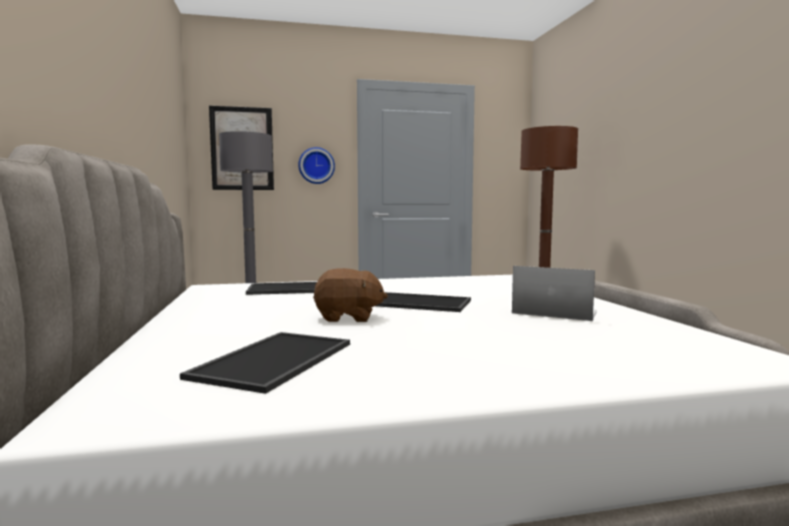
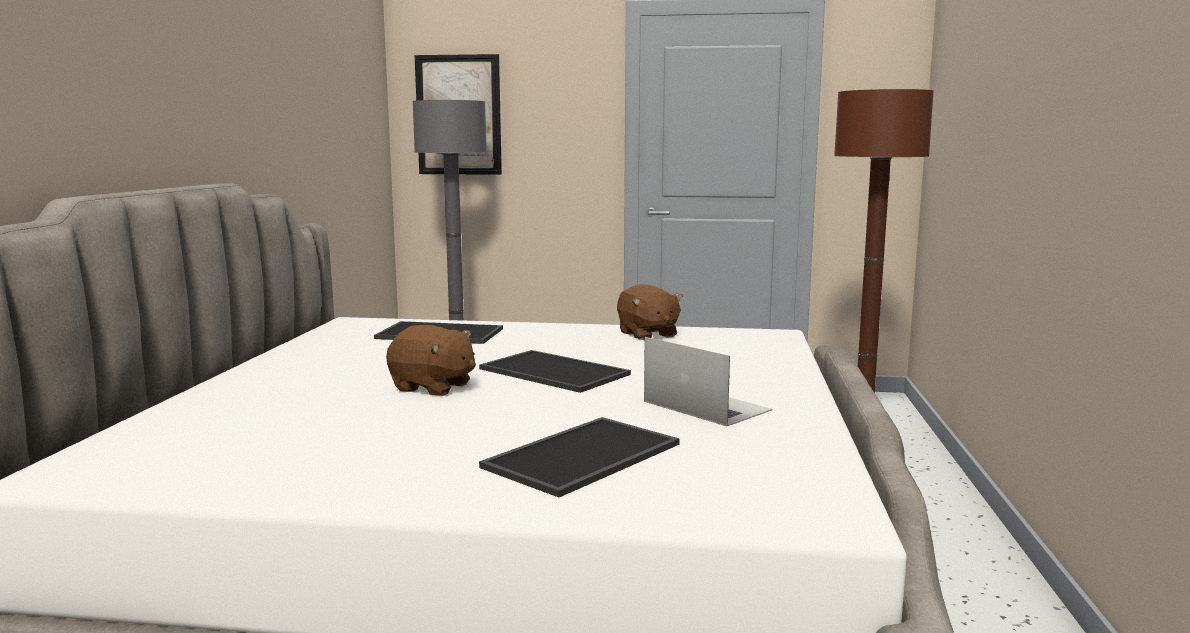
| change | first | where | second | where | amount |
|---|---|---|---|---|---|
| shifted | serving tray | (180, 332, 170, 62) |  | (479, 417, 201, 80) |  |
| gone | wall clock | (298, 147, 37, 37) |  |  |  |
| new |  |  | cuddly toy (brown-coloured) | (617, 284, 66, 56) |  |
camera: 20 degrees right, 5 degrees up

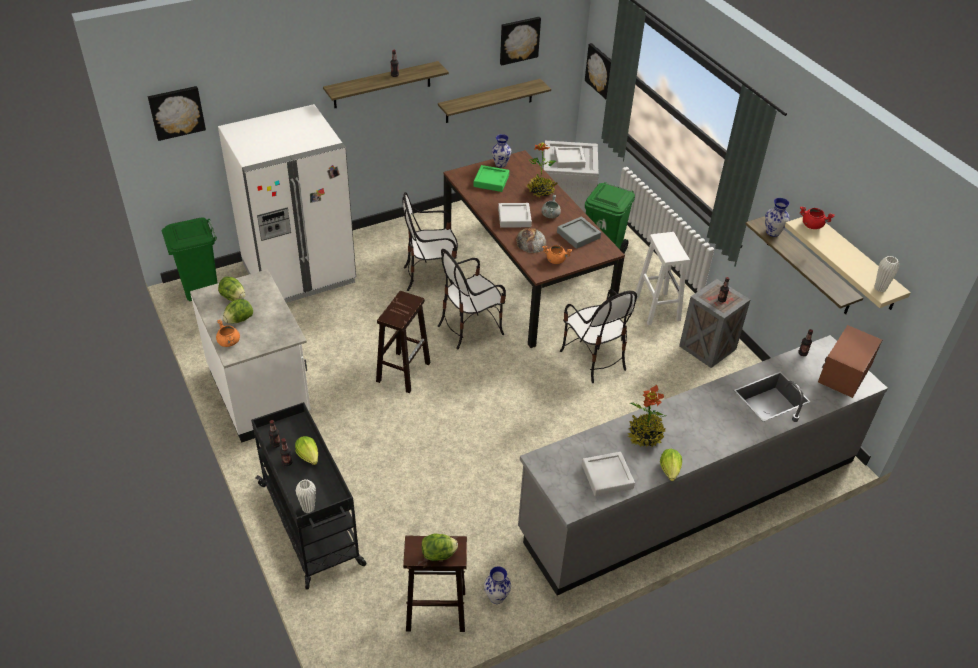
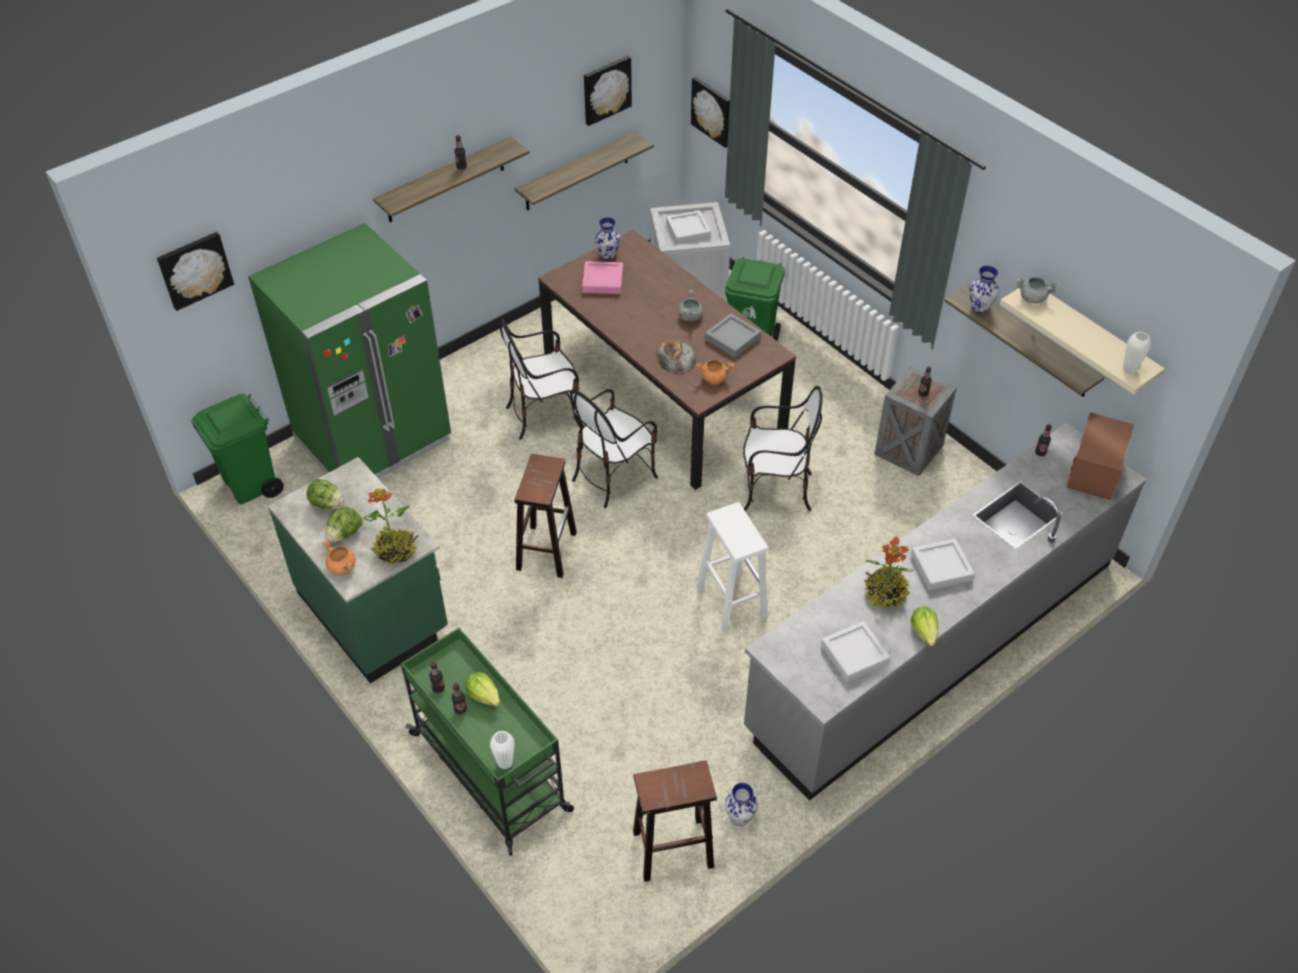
| change | first | where | second | where | amount |
|---|---|---|---|---|---|
| repainted | kitchen base unit (whitish) | (190, 269, 121, 174) | kitchen base unit (green-coloured) | (268, 457, 180, 226) |  |
| repainted | refrigerator (whitish) | (218, 104, 138, 199) | refrigerator (green-coloured) | (248, 223, 203, 256) |  |
| repainted | trolley (black) | (251, 402, 116, 188) | trolley (green-coloured) | (401, 628, 173, 228) |  |
| gone | lettuce head | (421, 533, 37, 28) |  |  |  |
| repainted | serving tray (green-coloured) | (473, 165, 36, 27) | serving tray (pink) | (582, 261, 41, 33) |  |
| shifted | serving tray (grey) | (498, 203, 34, 25) |  | (911, 539, 64, 51) |  |
| shifted | houseplant | (527, 143, 31, 54) |  | (363, 488, 55, 77) |  |
| rotated | upright chair | (560, 289, 77, 94) |  | (743, 386, 80, 125) | 45 degrees counterclockwise |
| shifted | sitting stool (whitish) | (636, 232, 54, 93) |  | (697, 502, 72, 130) |  |
| repainted | cooking pot (red-coloured) | (800, 207, 35, 22) | cooking pot (grey) | (1016, 277, 43, 27) |  |
camera: 10 degrees left, 5 degrees up

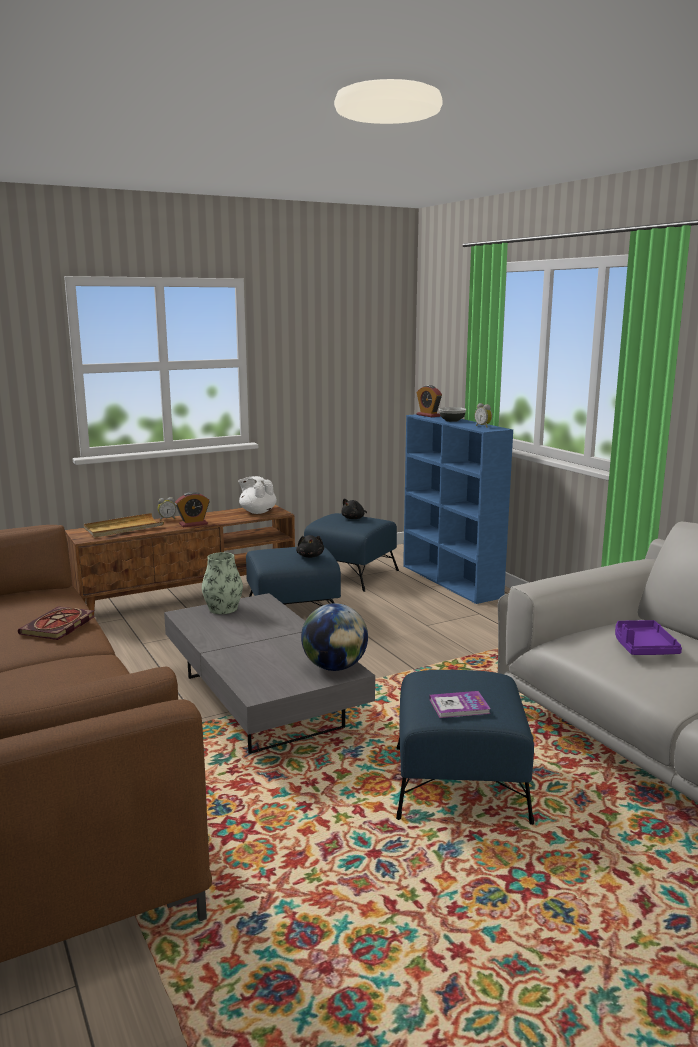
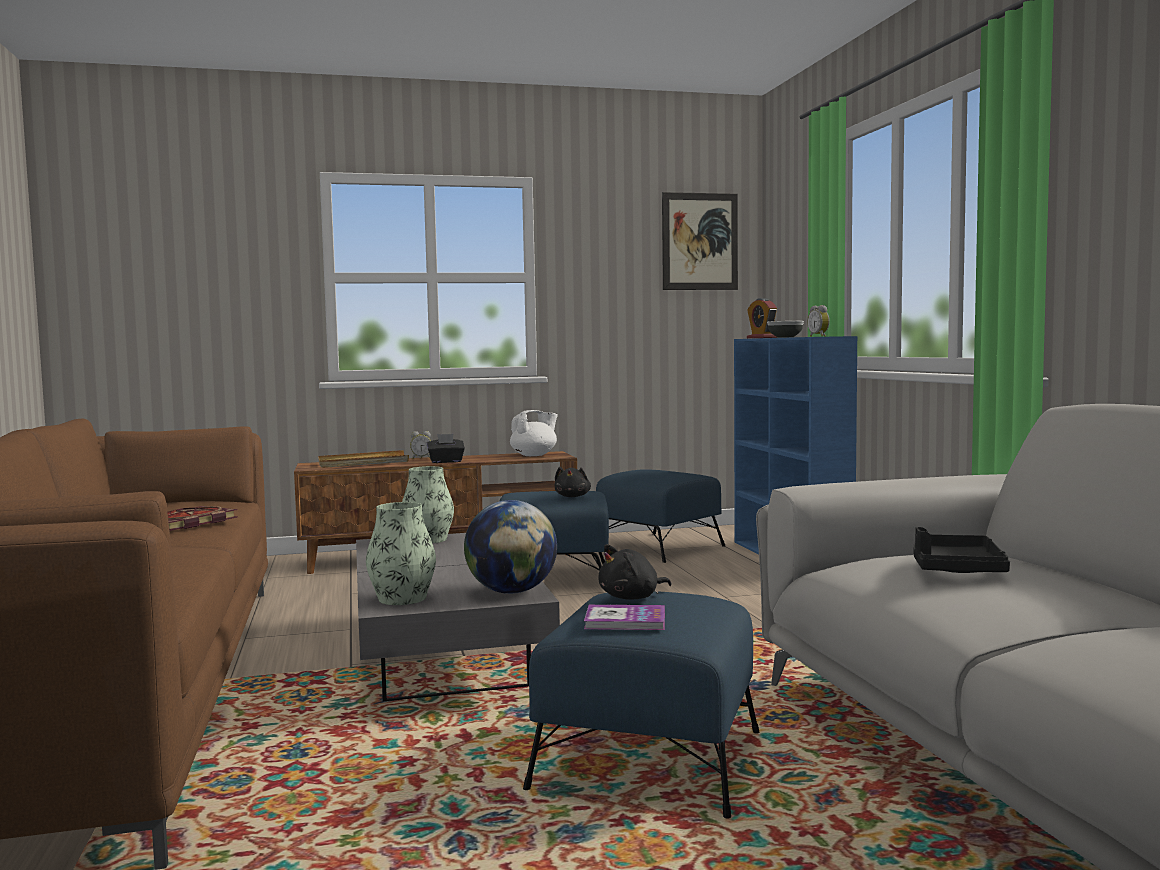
| change | first | where | second | where | amount |
|---|---|---|---|---|---|
| swapped | bedside clock | (175, 492, 35, 35) | box of tissues (black) | (427, 434, 38, 29) |  |
| rotated | pot for tea (whitish) | (238, 476, 39, 38) |  | (510, 410, 48, 46) | 90 degrees clockwise |
| shifted | cuddly toy (black) | (341, 498, 26, 21) |  | (598, 544, 73, 56) |  |
| repainted | serving tray (purplish) | (615, 620, 67, 35) | serving tray (black) | (913, 527, 97, 46) |  |
| new |  |  | vase | (366, 502, 70, 103) |  |
| new |  |  | picture | (662, 192, 76, 98) |  |
camera: 15 degrees right, 10 degrees down

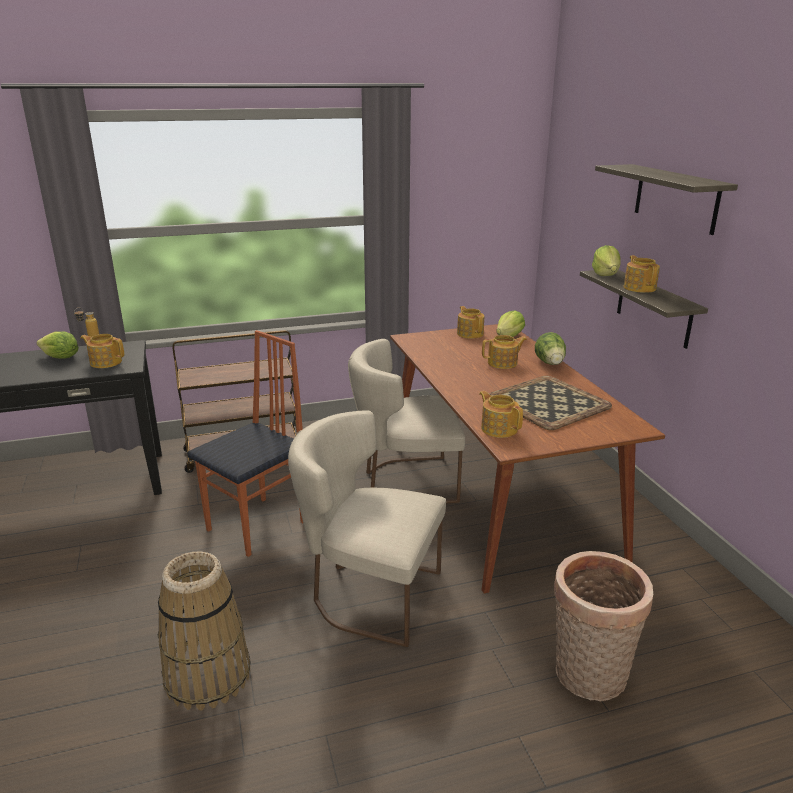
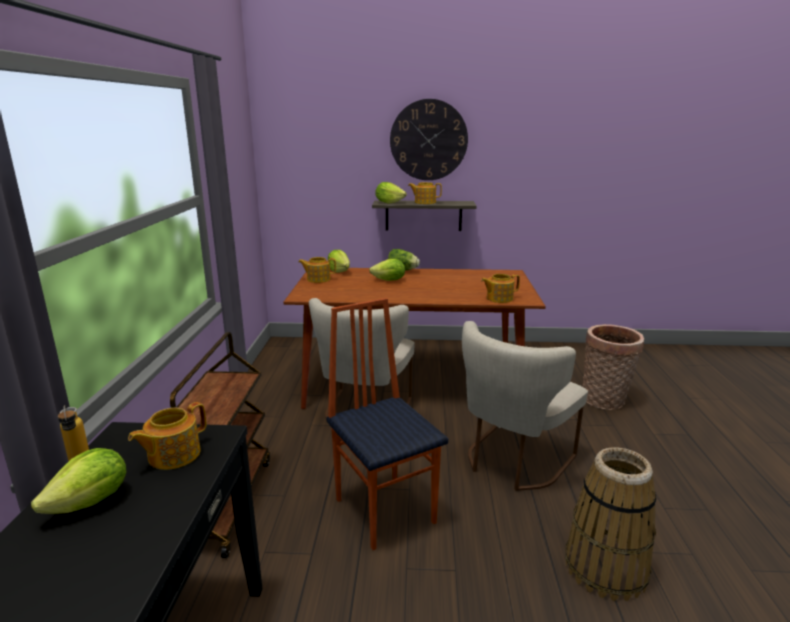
| change | first | where | second | where | amount |
|---|---|---|---|---|---|
| swapped | pot for tea | (482, 335, 45, 34) | lettuce head | (369, 259, 36, 22) |  |
| gone | serving tray | (489, 376, 123, 54) |  |  |  |
| swapped | bracket shelf | (595, 164, 143, 71) | wall clock | (390, 99, 78, 81) |  |
camera: 70 degrees left, 5 degrees down

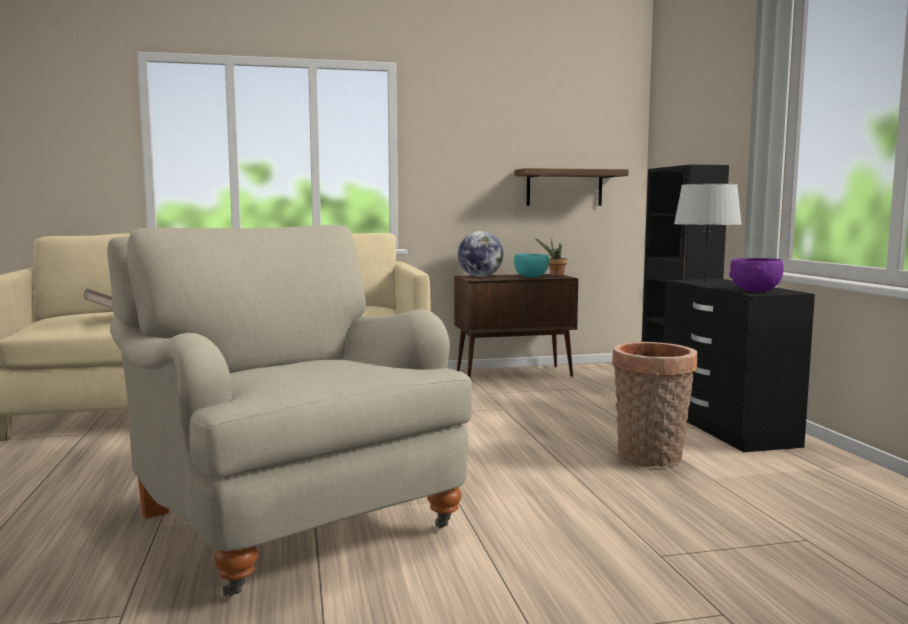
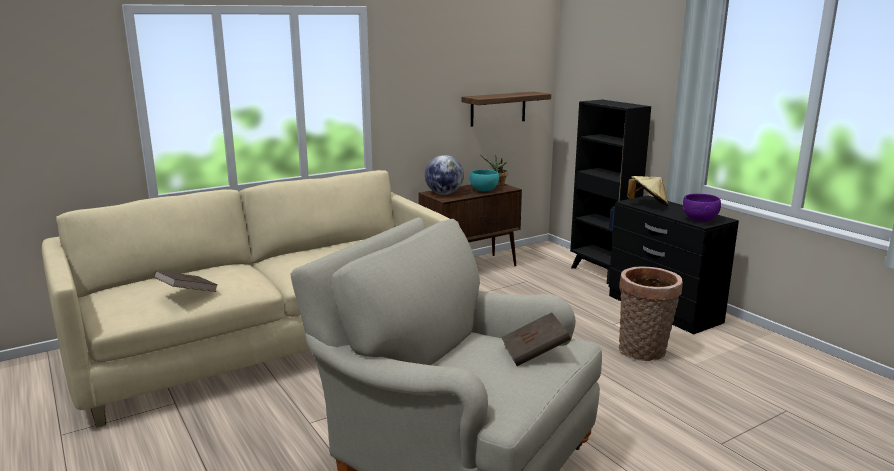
| change | first | where | second | where | amount |
|---|---|---|---|---|---|
| swapped | lamp for a table (grey) | (674, 184, 68, 98) | hat (beige-coloured) | (627, 176, 42, 30) |  |
| new |  |  | bound book (brown-coloured) | (501, 312, 70, 54) |  |
camera: 20 degrees left, 10 degrees up

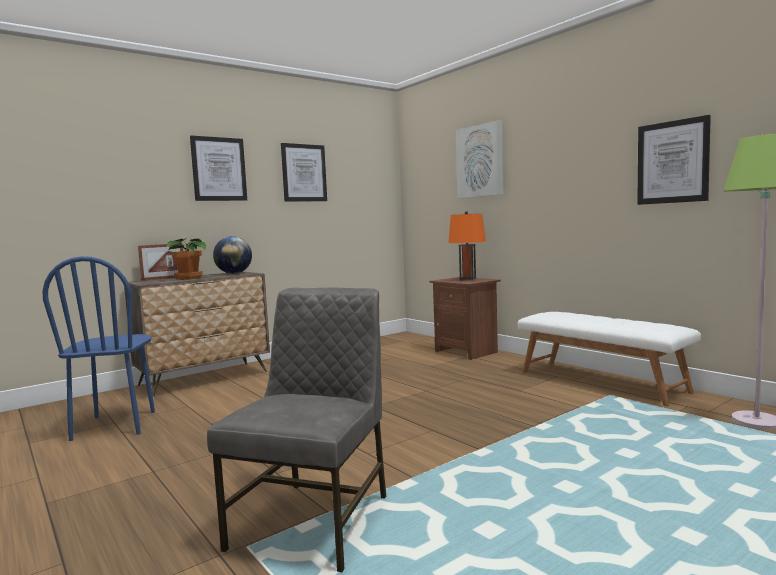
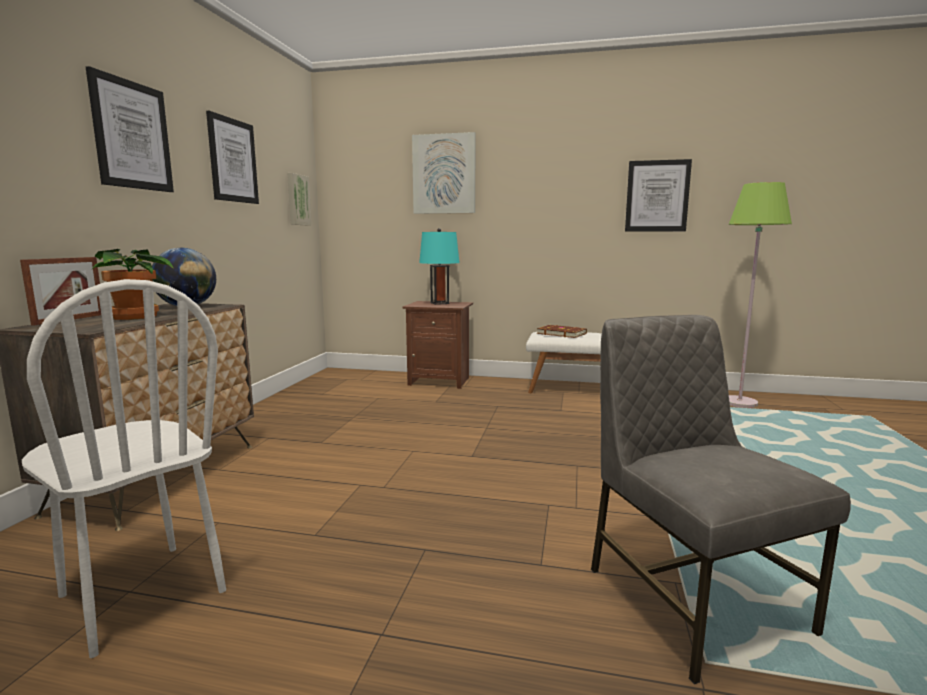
| change | first | where | second | where | amount |
|---|---|---|---|---|---|
| repainted | upright chair (blue-coloured) | (42, 256, 113, 185) | upright chair (whitish) | (22, 279, 204, 379) |  |
| repainted | lamp for a table (orangey) | (449, 211, 37, 69) | lamp for a table (turquoise-coloured) | (419, 228, 41, 77) |  |
| new |  |  | picture | (287, 173, 25, 52) |  |
| new |  |  | bound book (brown-coloured) | (536, 325, 51, 13) |  |
camera: 40 degrees left, 5 degrees up

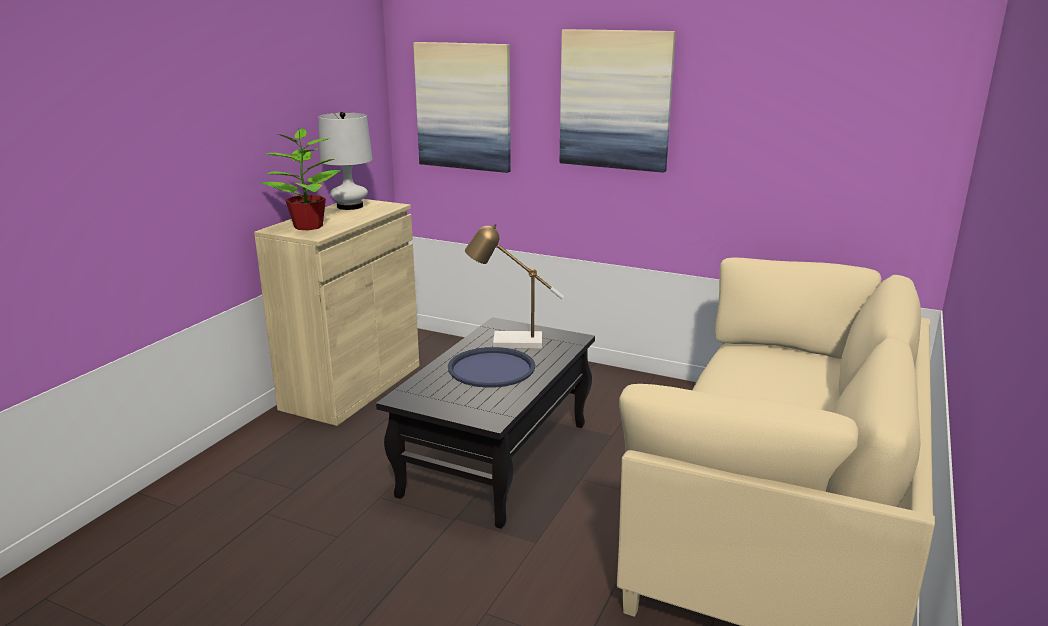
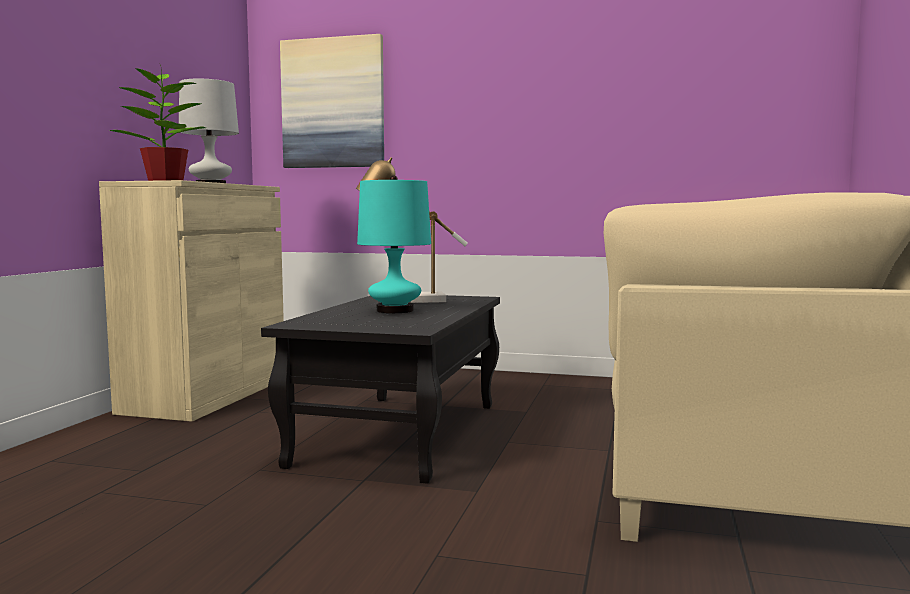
| change | first | where | second | where | amount |
|---|---|---|---|---|---|
| swapped | serving tray (blue-coloured) | (448, 347, 87, 41) | lamp for a table (turquoise-coloured) | (357, 176, 74, 137) |  |
| gone | picture | (560, 29, 116, 144) |  |  |  |
camera: 10 degrees left, 15 degrees down

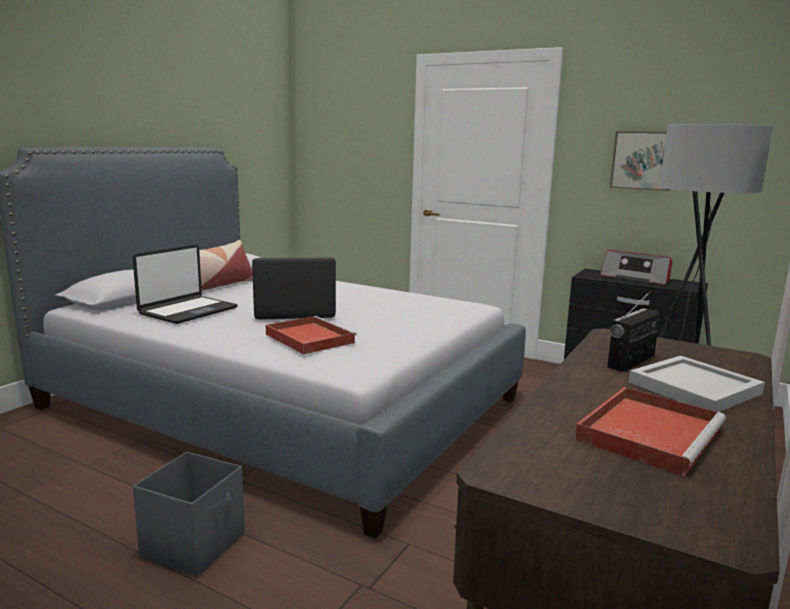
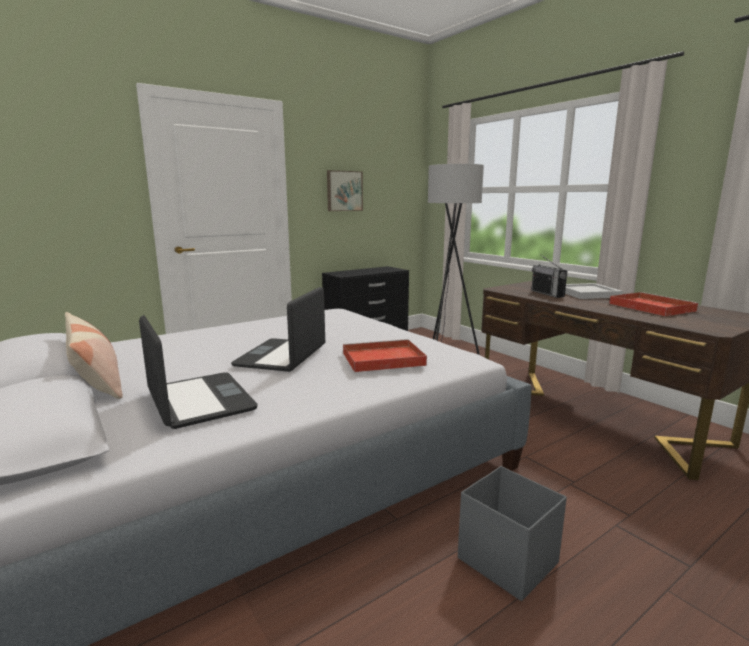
| change | first | where | second | where | amount |
|---|---|---|---|---|---|
| gone | radio set | (600, 250, 72, 35) |  |  |  |
camera: 65 degrees left, 0 degrees up

